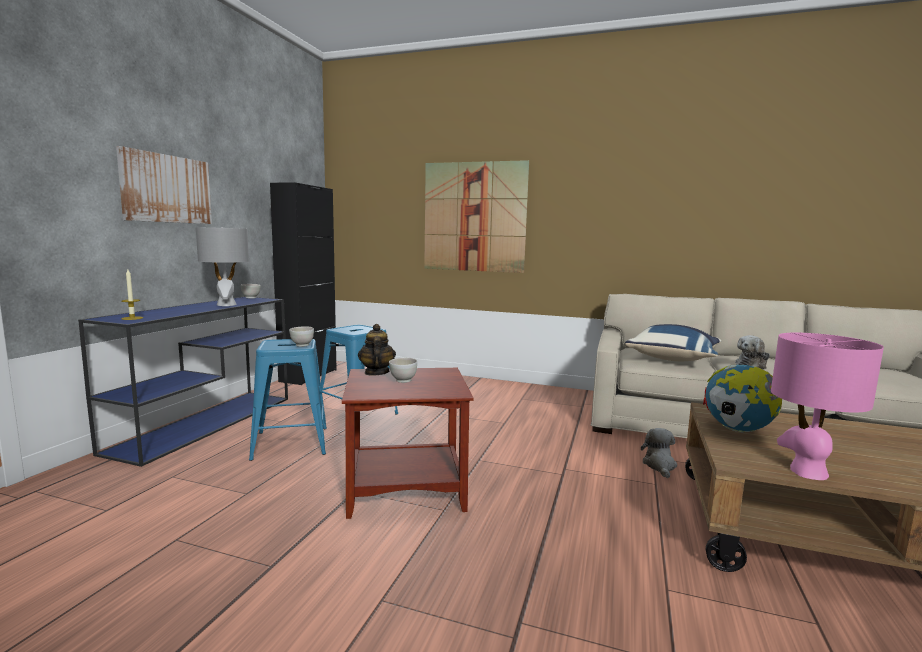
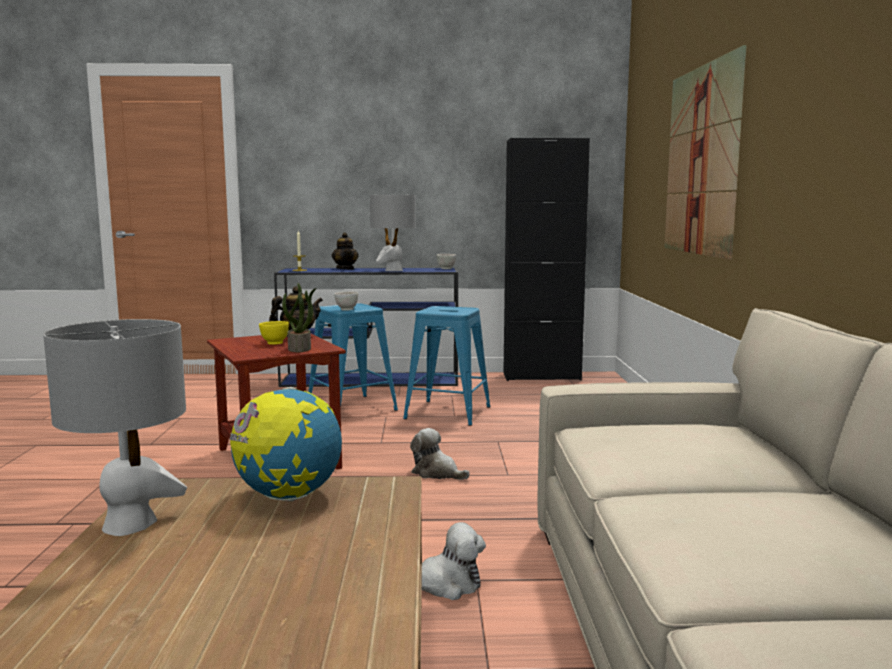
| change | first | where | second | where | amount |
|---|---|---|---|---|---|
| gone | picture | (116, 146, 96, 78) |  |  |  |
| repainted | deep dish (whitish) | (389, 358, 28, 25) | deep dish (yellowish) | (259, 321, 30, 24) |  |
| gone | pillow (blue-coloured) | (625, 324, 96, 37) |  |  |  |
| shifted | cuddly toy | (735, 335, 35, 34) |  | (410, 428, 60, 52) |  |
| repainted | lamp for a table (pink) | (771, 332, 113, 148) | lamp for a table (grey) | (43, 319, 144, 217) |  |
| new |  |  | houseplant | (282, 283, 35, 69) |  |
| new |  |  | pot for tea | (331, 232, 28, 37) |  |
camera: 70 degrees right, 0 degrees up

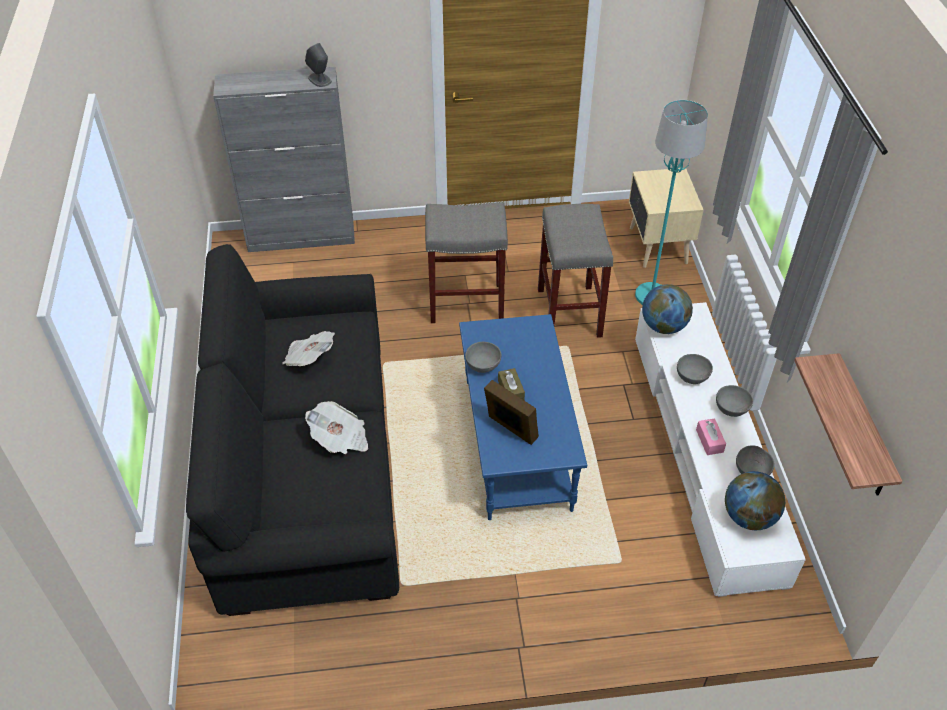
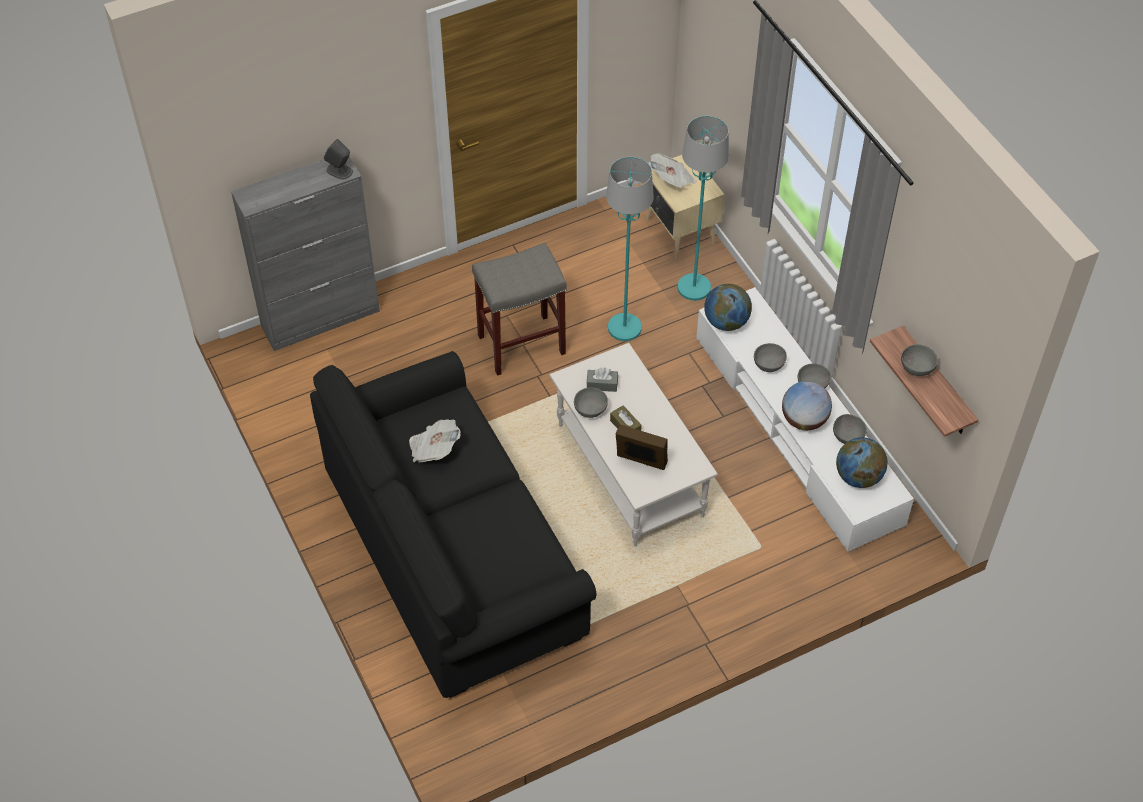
| change | first | where | second | where | amount |
|---|---|---|---|---|---|
| shifted | daily paper | (305, 401, 63, 53) |  | (648, 153, 49, 35) |  |
| repainted | low table (blue-coloured) | (459, 314, 128, 206) | low table (whitish) | (550, 343, 168, 204) |  |
| swapped | sitting stool (grey) | (538, 204, 75, 134) | floor lamp (turquoise-coloured) | (606, 157, 48, 184) |  |
| swapped | box of tissues (pink) | (696, 418, 30, 37) | world globe | (782, 381, 50, 49) |  |
| new |  |  | box of tissues (grey) | (587, 368, 31, 24) |  |
| new |  |  | deep dish (grey) | (901, 344, 37, 32) |  |
camera: 20 degrees left, 5 degrees up

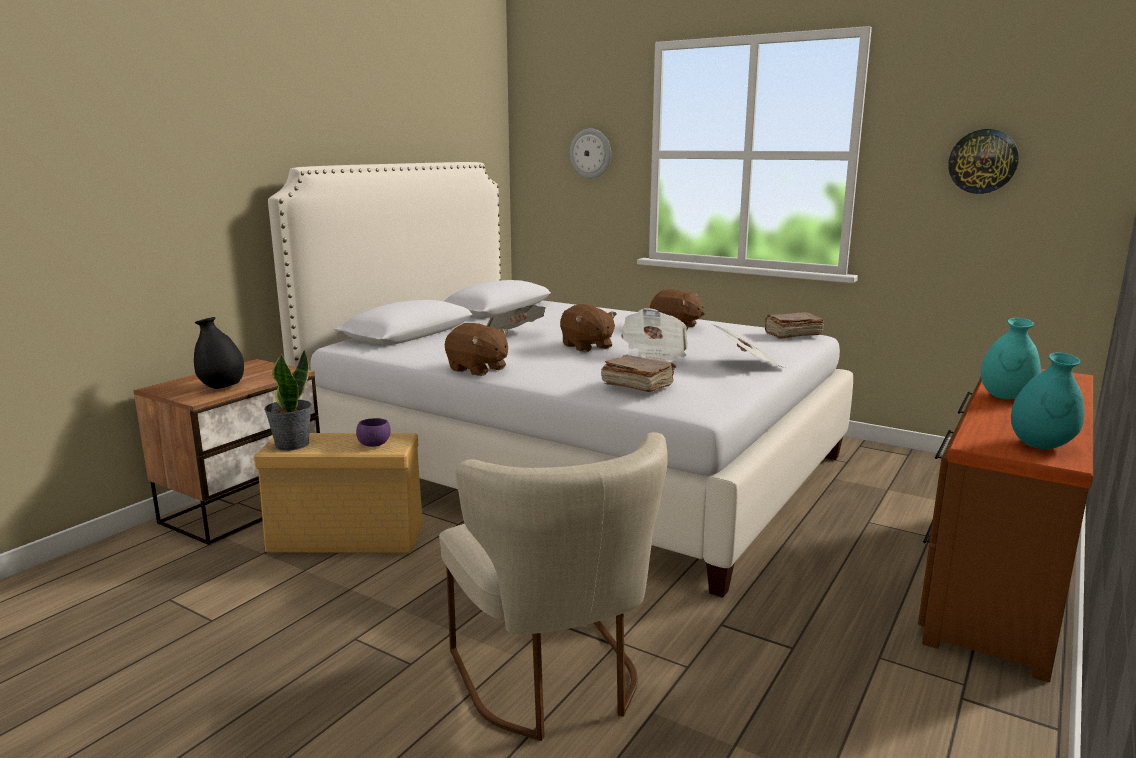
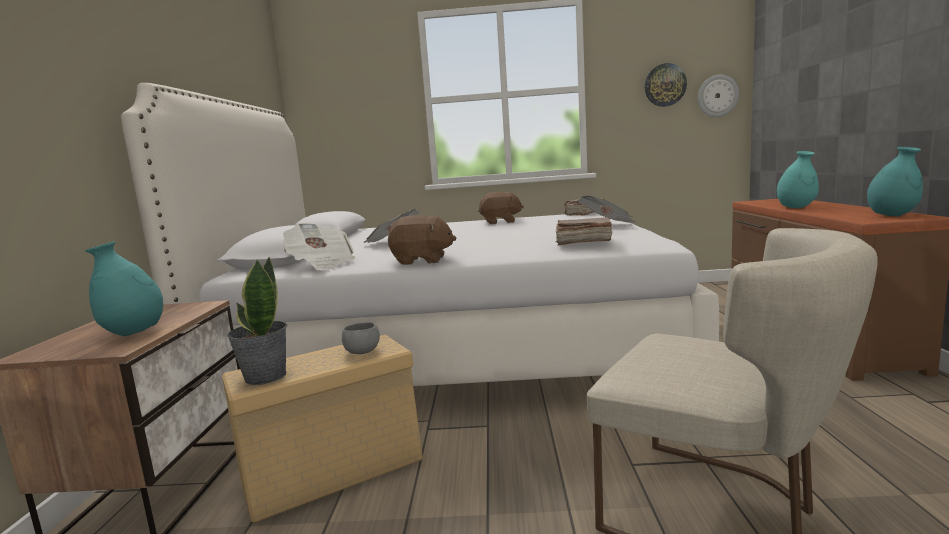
| change | first | where | second | where | amount |
|---|---|---|---|---|---|
| repainted | vase (black) | (194, 317, 50, 72) | vase (turquoise-coloured) | (85, 241, 78, 95) |  |
| repainted | deep dish (purplish) | (356, 418, 35, 29) | deep dish (grey) | (342, 322, 38, 32) |  |
| gone | cuddly toy (brown-coloured) | (560, 304, 57, 48) |  |  |  |
| shifted | wall clock | (570, 128, 41, 50) |  | (698, 75, 41, 42) |  |
| shifted | daily paper | (621, 308, 67, 53) |  | (283, 223, 72, 47) |  |
camera: 30 degrees left, 5 degrees down

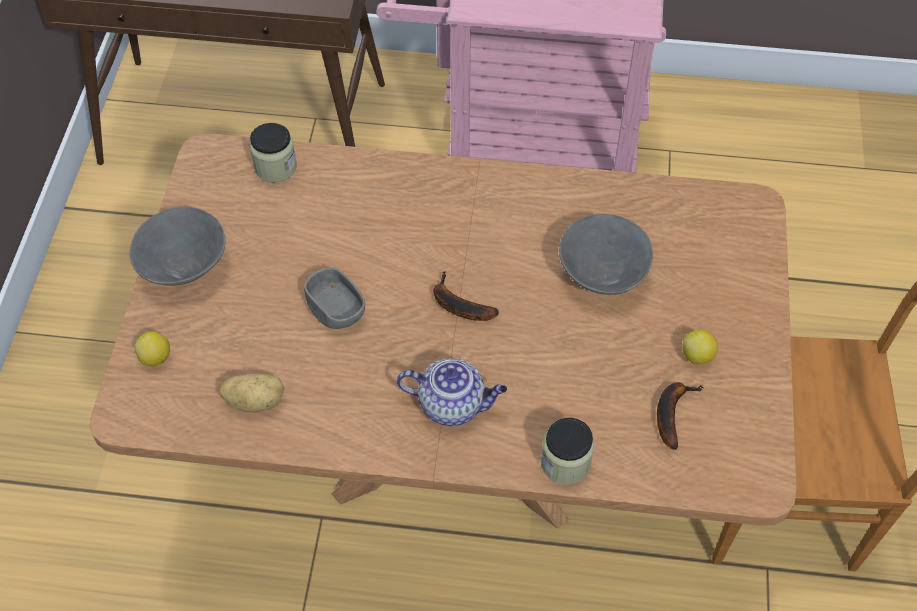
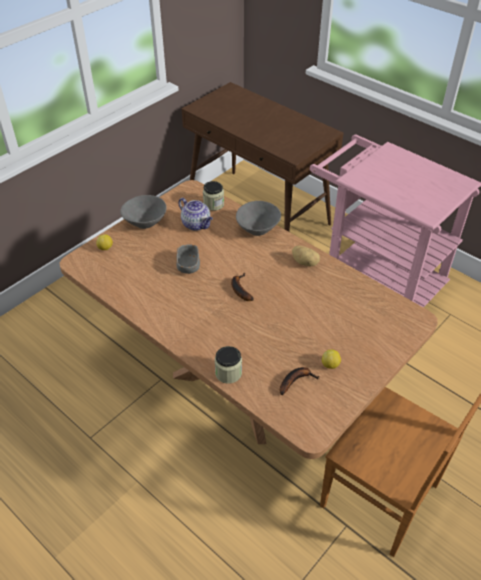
| change | first | where | second | where | amount |
|---|---|---|---|---|---|
| shifted | potato | (220, 374, 65, 38) |  | (292, 246, 28, 20) |  |
| shifted | pot for tea | (397, 358, 110, 68) |  | (178, 198, 35, 33) |  |
| shifted | deep dish (grey) | (559, 214, 94, 81) |  | (236, 201, 45, 35) |  |
camera: 35 degrees right, 10 degrees down

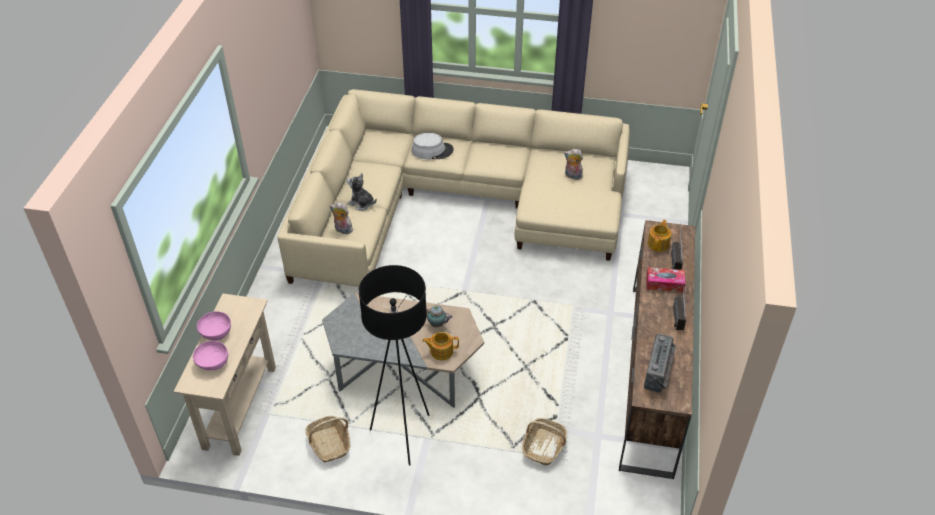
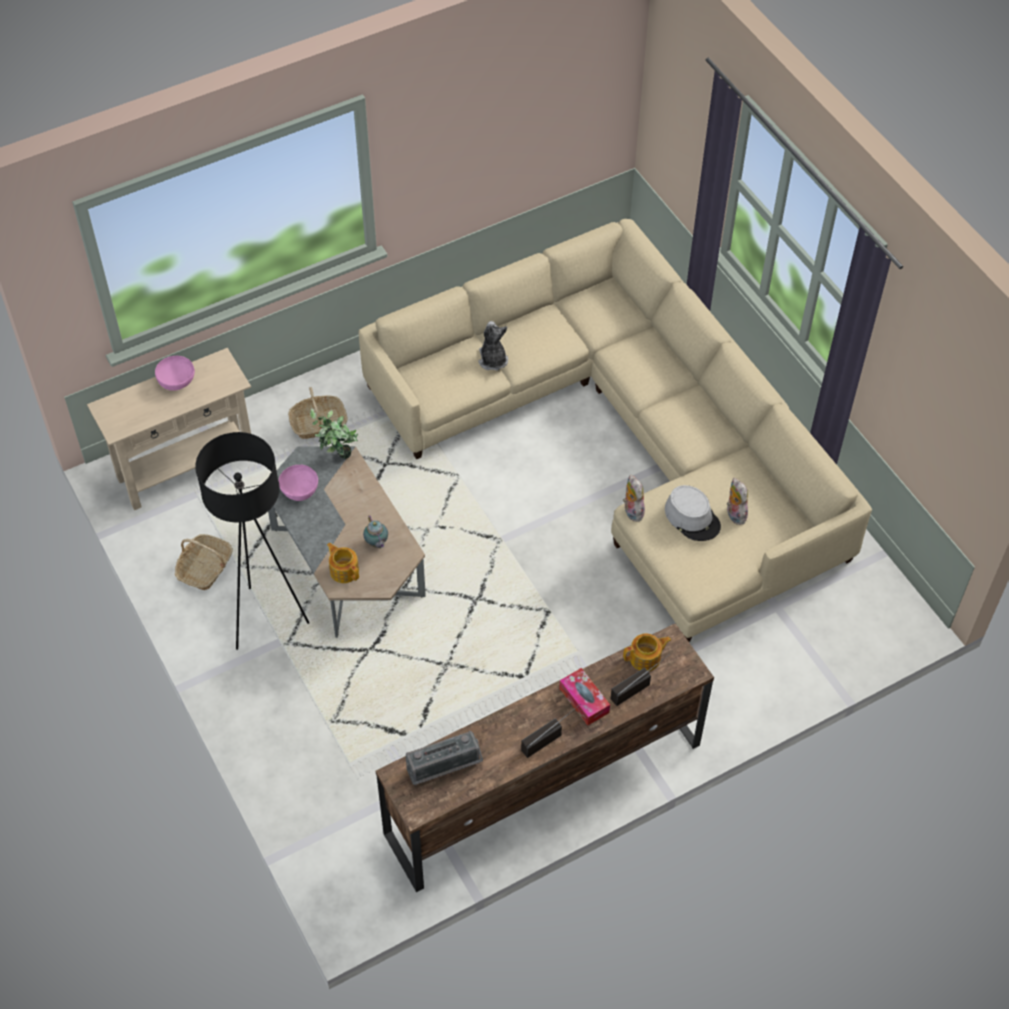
| change | first | where | second | where | amount |
|---|---|---|---|---|---|
| shifted | deep dish (pink) | (193, 341, 35, 29) |  | (279, 465, 39, 36) |  |
| shifted | cuddly toy | (330, 202, 23, 32) |  | (623, 475, 22, 47) |  |
| shifted | hat (grey) | (411, 133, 43, 26) |  | (665, 485, 56, 56) |  |
| shifted | household basket | (522, 418, 45, 47) |  | (288, 387, 60, 52) |  |
| new |  |  | houseplant | (310, 408, 48, 51) |  |
camera: 50 degrees right, 10 degrees up

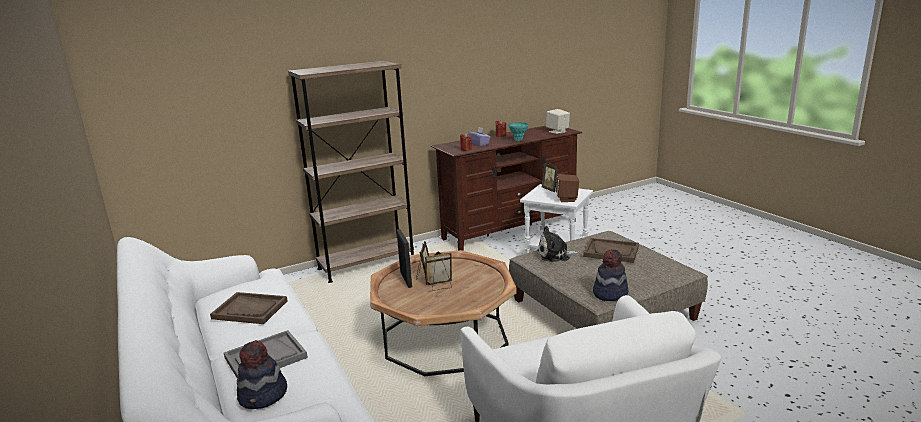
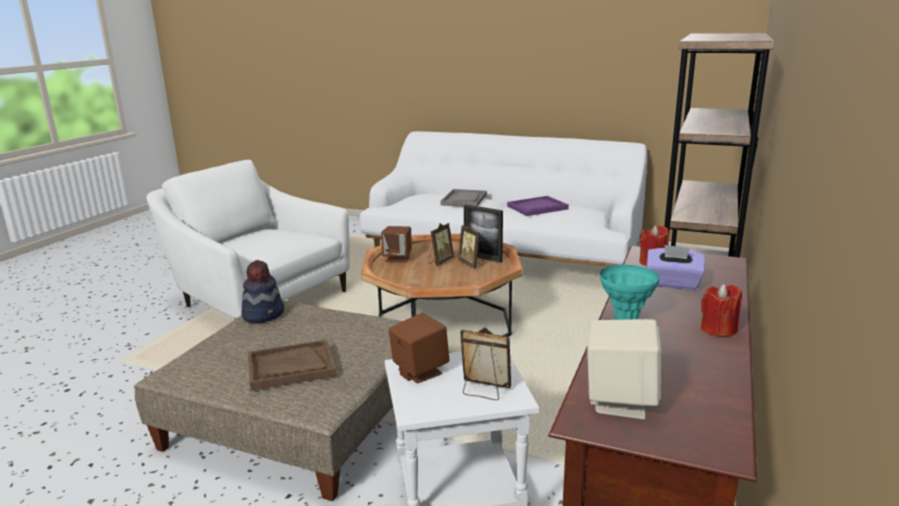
| change | first | where | second | where | amount |
|---|---|---|---|---|---|
| repainted | serving tray (brown-coloured) | (210, 292, 77, 32) | serving tray (purplish) | (507, 196, 62, 20) |  |
| gone | hat | (237, 340, 50, 69) |  |  |  |
| gone | cuddly toy | (537, 226, 42, 36) |  |  |  |
| new |  |  | speaker (brown-coloured) | (381, 226, 31, 37) |  |
camera: 140 degrees right, 0 degrees up

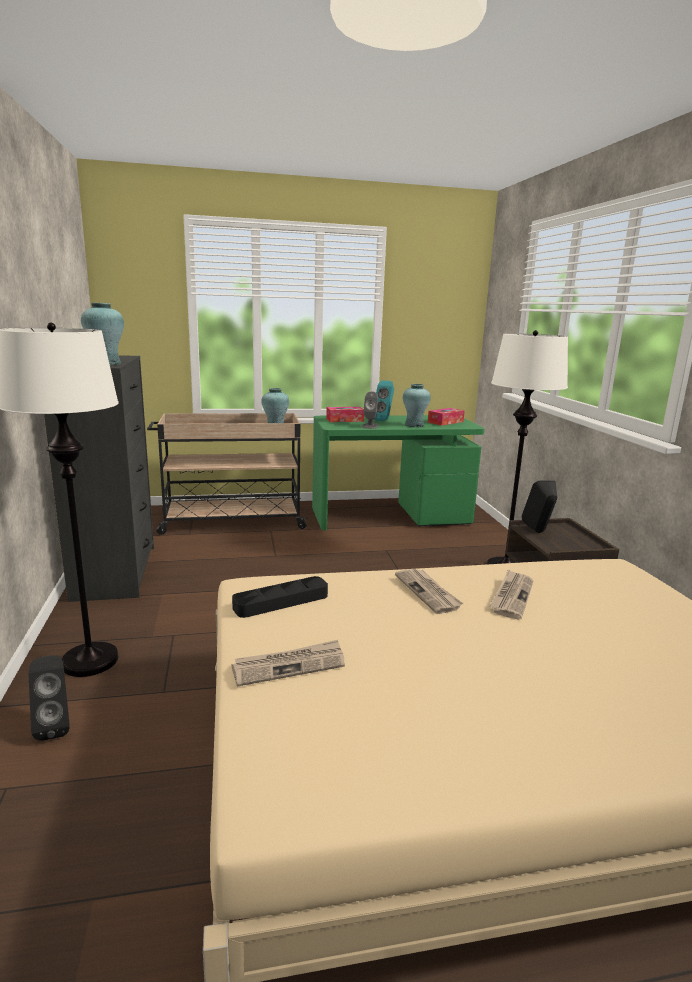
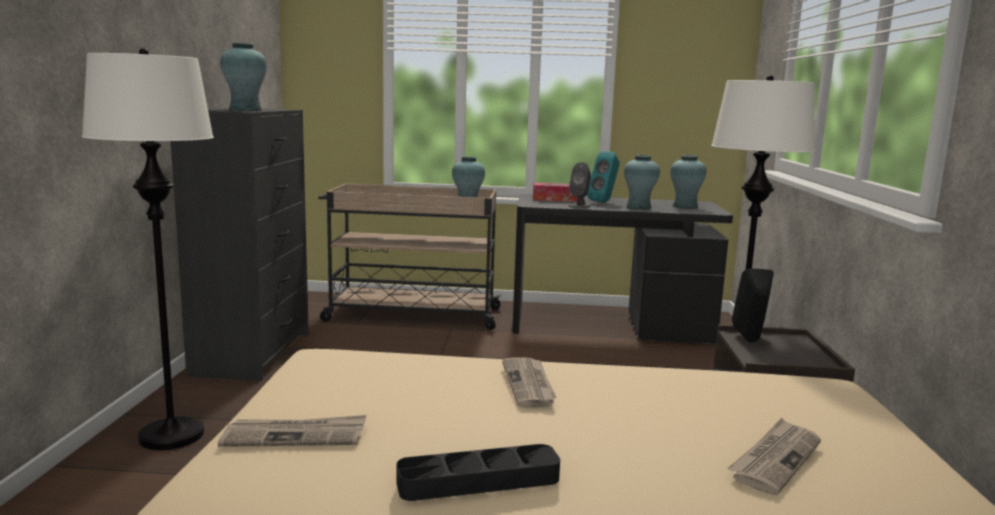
| change | first | where | second | where | amount |
|---|---|---|---|---|---|
| gone | speaker (black) | (28, 655, 42, 86) |  |  |  |
| shifted | serving tray (black) | (232, 576, 96, 42) |  | (397, 444, 163, 57) |  |
| repainted | desk table (green-coloured) | (312, 415, 173, 116) | desk table (black) | (512, 194, 221, 150) |  |
| swapped | box of tissues | (428, 408, 37, 18) | vase (turquoise-coloured) | (670, 155, 37, 54) |  |
| shifted | daily paper | (489, 569, 45, 50) |  | (727, 418, 94, 77) |  |
camera: 15 degrees right, 5 degrees down

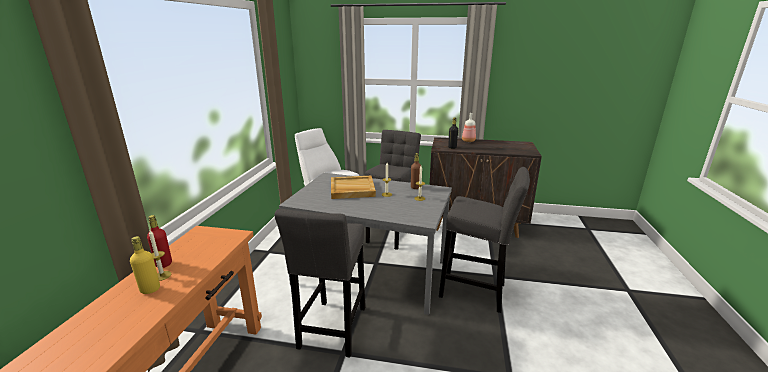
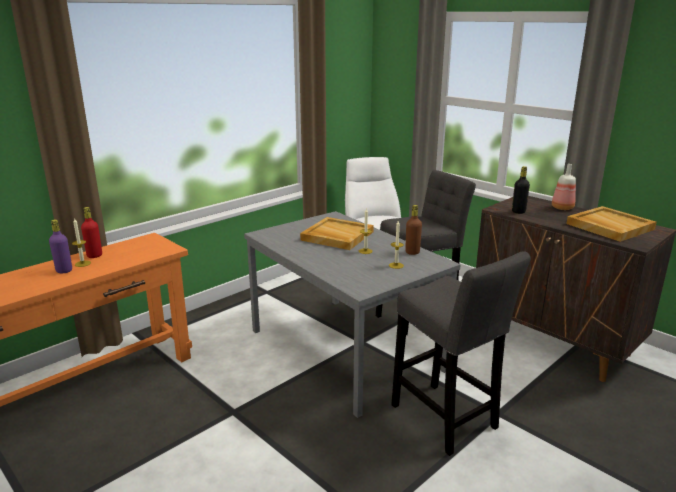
| change | first | where | second | where | amount |
|---|---|---|---|---|---|
| repainted | beverage bottle (yellowish) | (130, 236, 30, 58) | beverage bottle (purplish) | (49, 219, 23, 54) |  |
| gone | sitting stool (grey) | (275, 209, 90, 148) |  |  |  |
| new |  |  | serving tray (beige-coloured) | (566, 206, 91, 36) |  |
camera: 35 degrees right, 0 degrees up

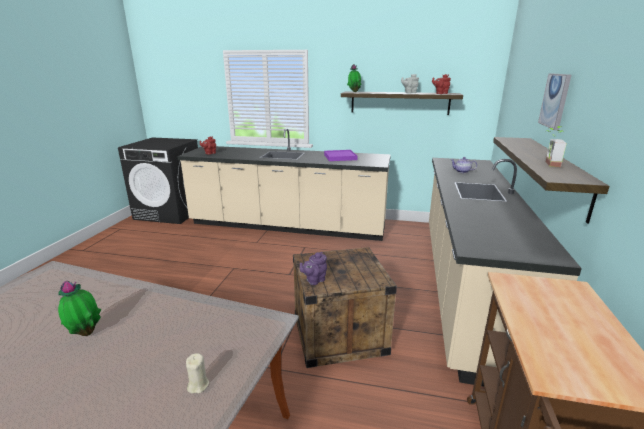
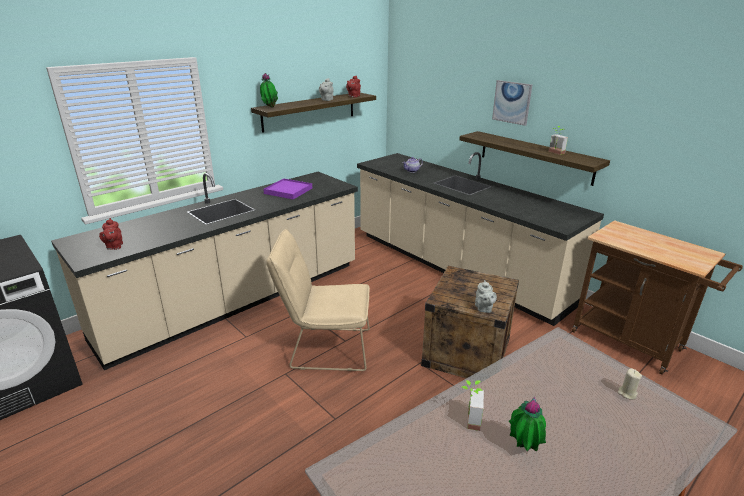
| change | first | where | second | where | amount |
|---|---|---|---|---|---|
| repainted | pot for tea (purplish) | (300, 252, 27, 33) | pot for tea (grey) | (475, 280, 22, 33) |  |
| new |  |  | upright chair (beige-coloured) | (266, 229, 104, 142) |  |
| new |  |  | houseplant | (462, 380, 22, 51) |  |
camera: 55 degrees left, 5 degrees up

